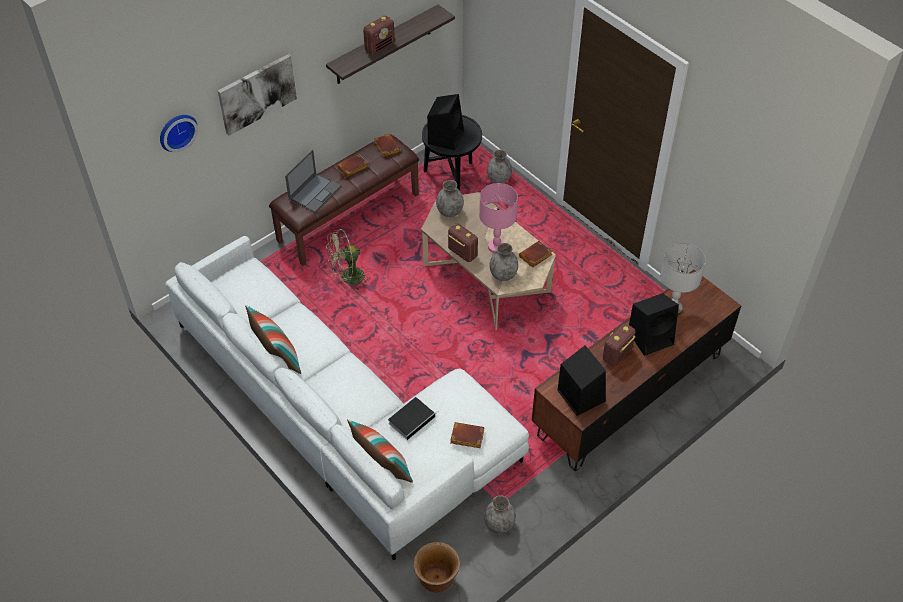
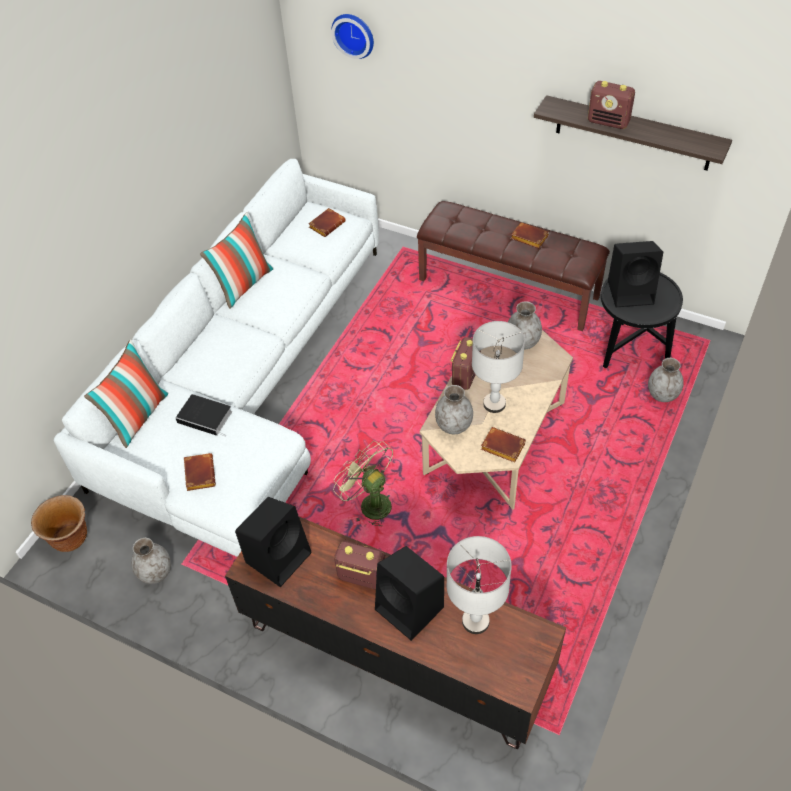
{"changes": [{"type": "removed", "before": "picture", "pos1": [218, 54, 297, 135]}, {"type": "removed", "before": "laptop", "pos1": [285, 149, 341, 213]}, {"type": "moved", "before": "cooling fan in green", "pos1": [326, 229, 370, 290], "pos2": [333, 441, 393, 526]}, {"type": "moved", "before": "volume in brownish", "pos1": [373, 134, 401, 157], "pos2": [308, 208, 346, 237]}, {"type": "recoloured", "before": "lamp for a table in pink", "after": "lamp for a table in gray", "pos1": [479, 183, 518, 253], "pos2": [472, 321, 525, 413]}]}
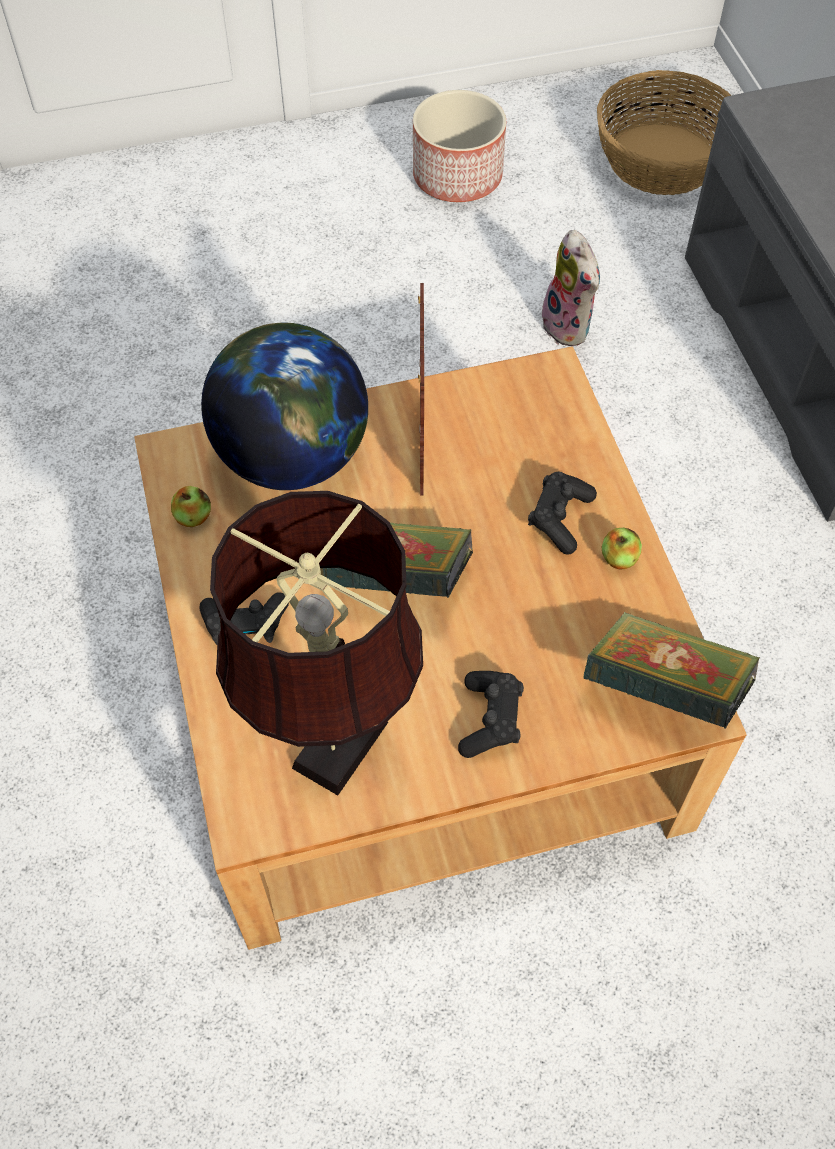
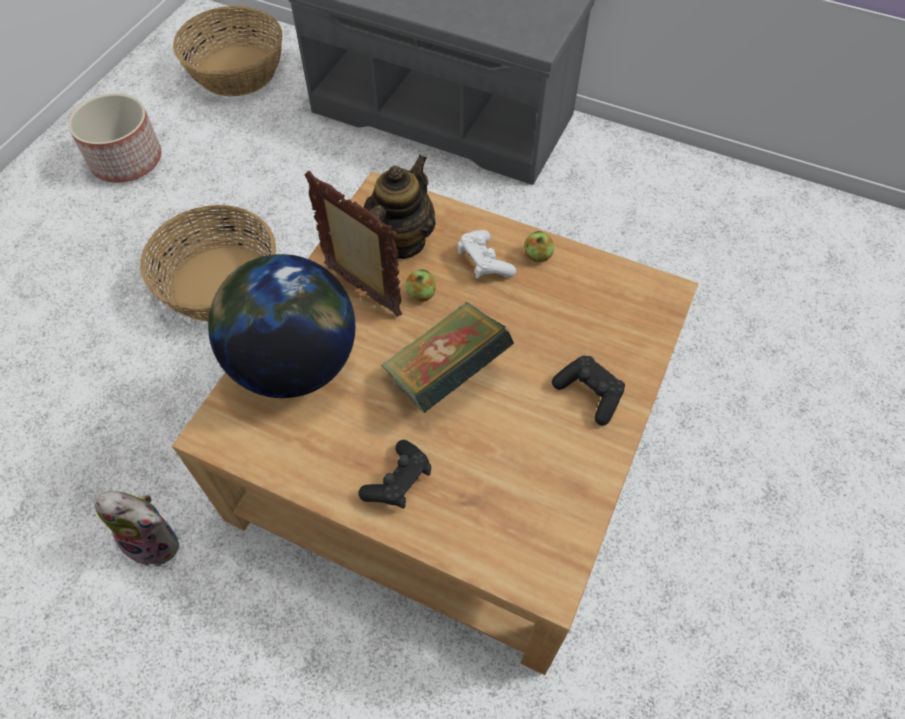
{"changes": [{"type": "moved", "before": "whole apple", "pos1": [171, 486, 211, 527], "pos2": [406, 269, 436, 301]}, {"type": "removed", "before": "lamp for a table in brownish", "pos1": [210, 491, 423, 795]}, {"type": "recoloured", "before": "gamepad in blackish", "after": "gamepad in white", "pos1": [528, 472, 597, 555], "pos2": [458, 230, 516, 278]}, {"type": "moved", "before": "cuddly toy", "pos1": [538, 230, 600, 346], "pos2": [94, 491, 179, 567]}, {"type": "removed", "before": "volume", "pos1": [584, 612, 760, 729]}, {"type": "added", "after": "household basket", "pos2": [140, 205, 276, 322]}, {"type": "added", "after": "tea pot", "pos2": [364, 155, 436, 259]}]}
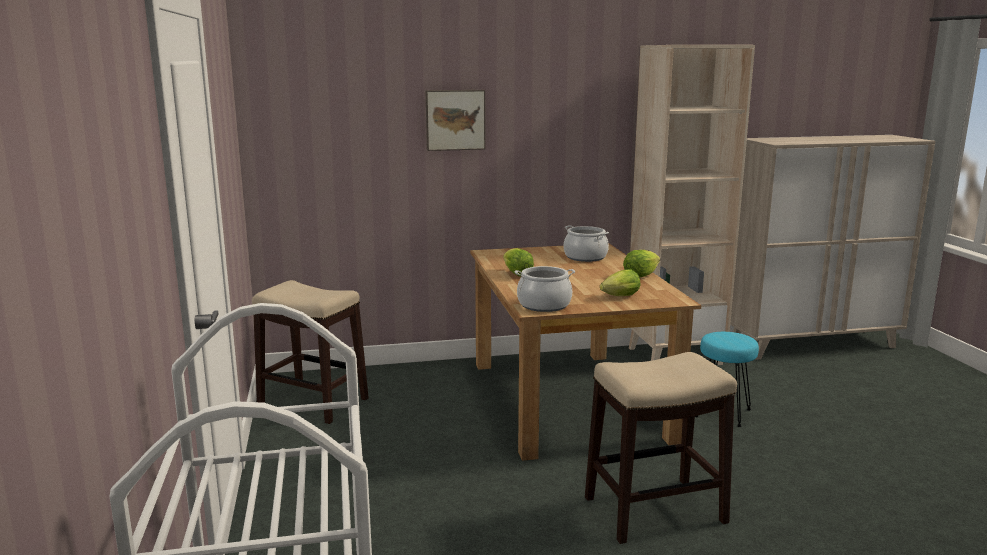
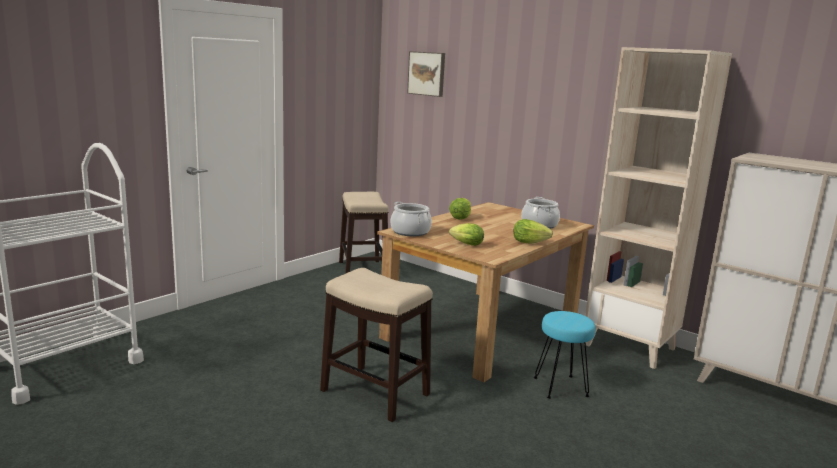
{"changes": [{"type": "moved", "before": "picture", "pos1": [425, 90, 486, 151], "pos2": [407, 51, 445, 97]}]}
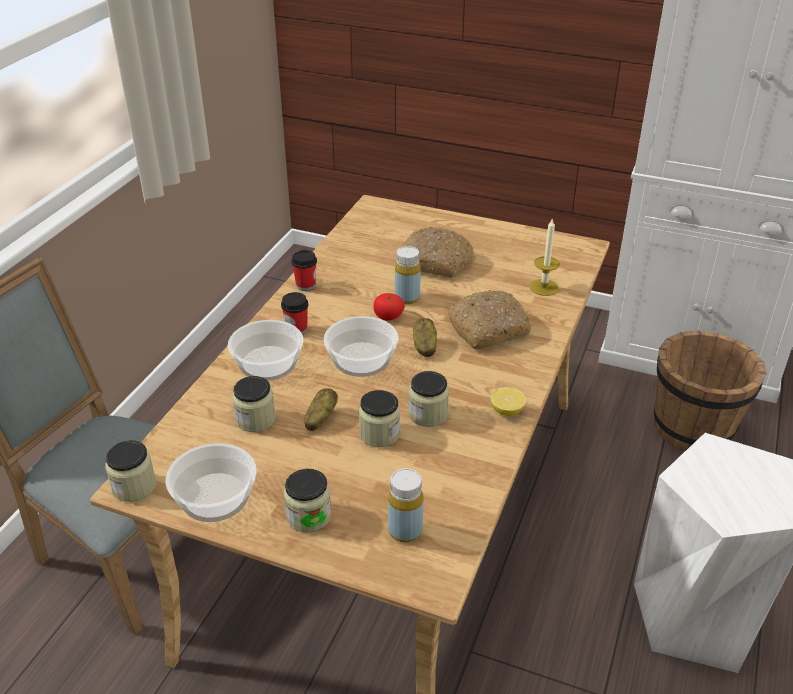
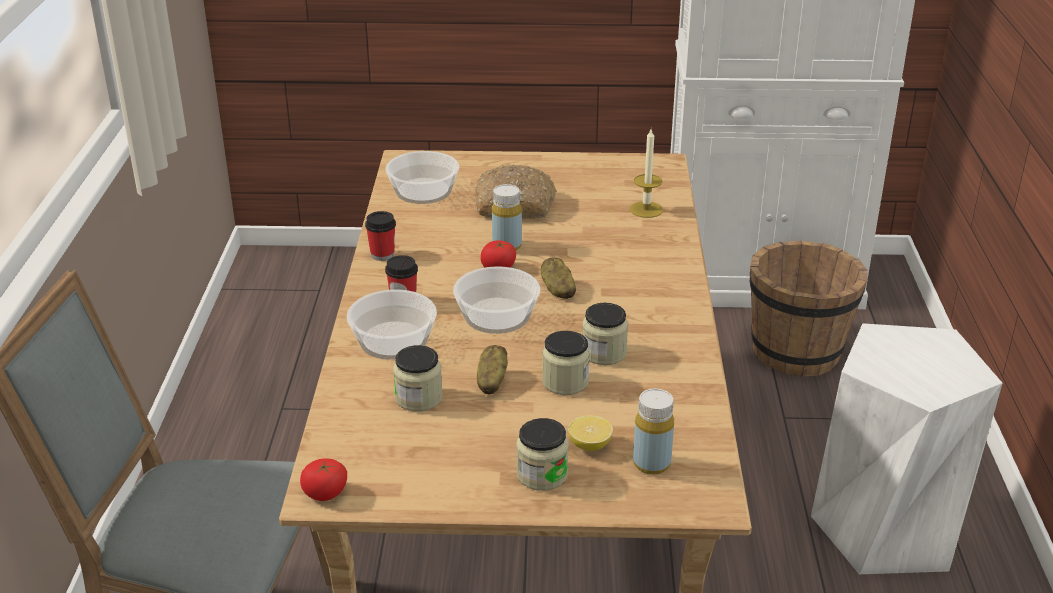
{"changes": [{"type": "replaced", "before": "storage jar", "after": "whole tomato", "pos1": [106, 440, 156, 502], "pos2": [300, 458, 347, 501]}, {"type": "moved", "before": "serving bowl", "pos1": [166, 443, 257, 522], "pos2": [385, 151, 459, 204]}, {"type": "removed", "before": "bread", "pos1": [448, 290, 531, 349]}, {"type": "moved", "before": "lemon", "pos1": [490, 387, 526, 416], "pos2": [568, 415, 613, 451]}]}
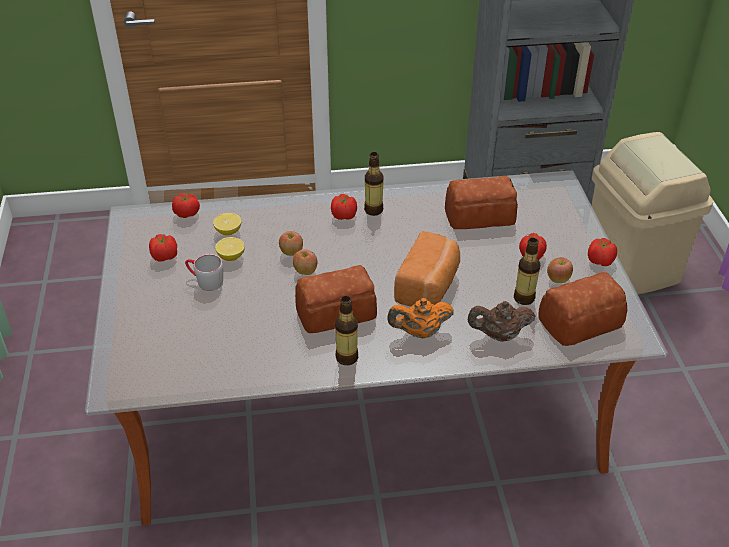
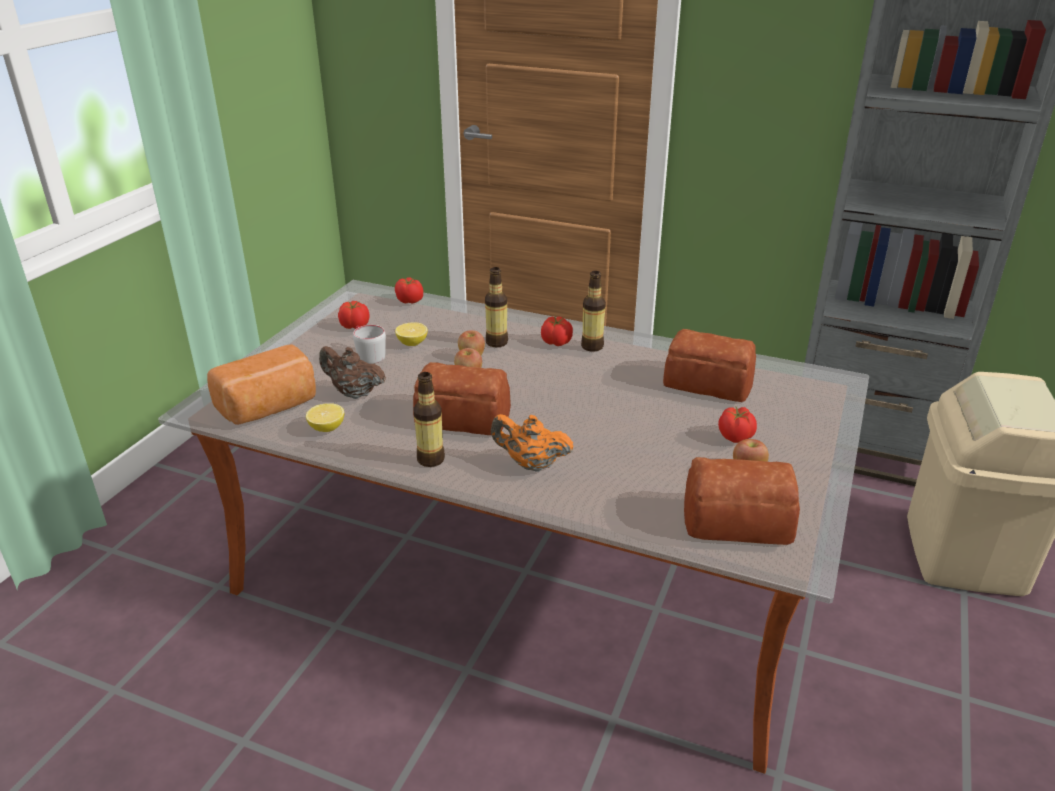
{"changes": [{"type": "moved", "before": "lemon", "pos1": [213, 213, 241, 235], "pos2": [306, 403, 344, 432]}, {"type": "moved", "before": "bread", "pos1": [394, 231, 460, 306], "pos2": [207, 344, 316, 425]}, {"type": "moved", "before": "tea pot in brownish", "pos1": [468, 301, 535, 342], "pos2": [319, 346, 386, 399]}, {"type": "moved", "before": "bottle", "pos1": [514, 238, 540, 305], "pos2": [485, 267, 508, 347]}, {"type": "removed", "before": "whole tomato", "pos1": [588, 238, 617, 266]}]}
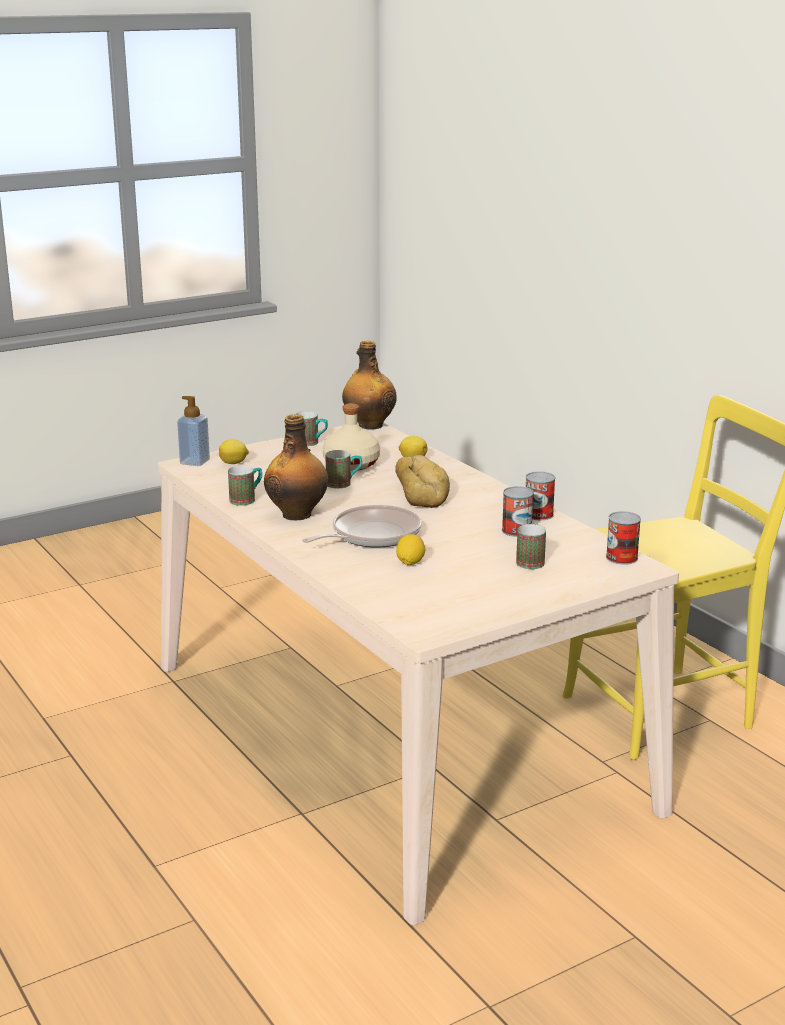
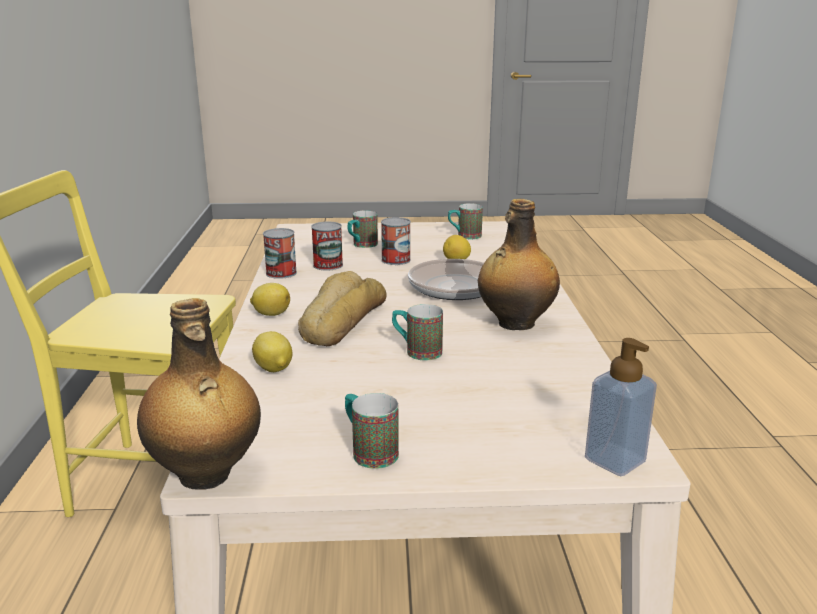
{"changes": [{"type": "moved", "before": "lemon", "pos1": [219, 439, 249, 464], "pos2": [250, 283, 290, 316]}, {"type": "moved", "before": "coffee mug", "pos1": [228, 466, 262, 506], "pos2": [448, 203, 483, 239]}, {"type": "removed", "before": "bottle in beige", "pos1": [323, 403, 380, 471]}, {"type": "moved", "before": "metal can", "pos1": [606, 511, 641, 565], "pos2": [381, 217, 411, 265]}]}
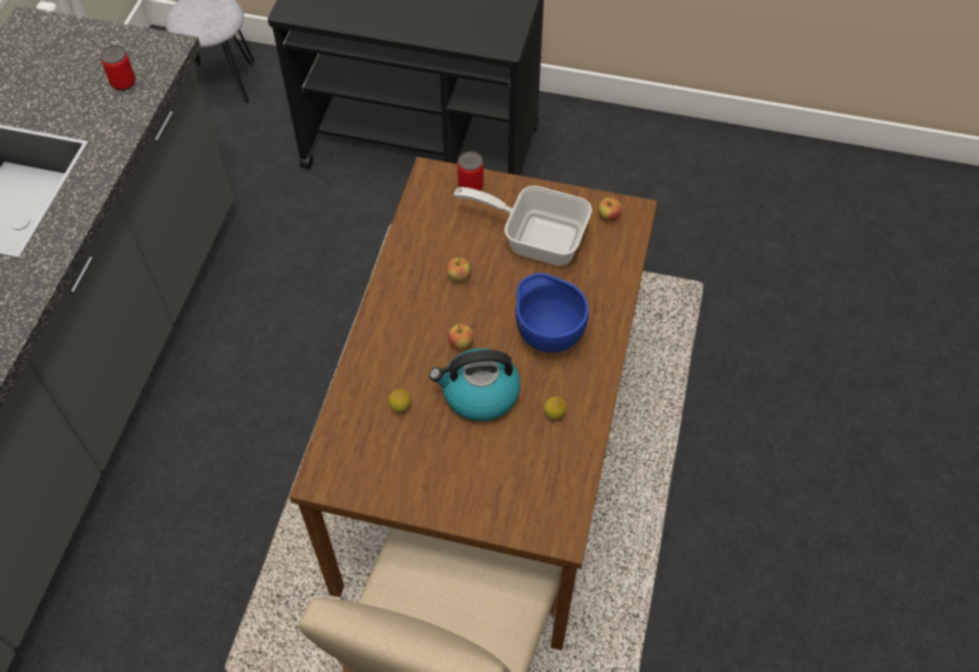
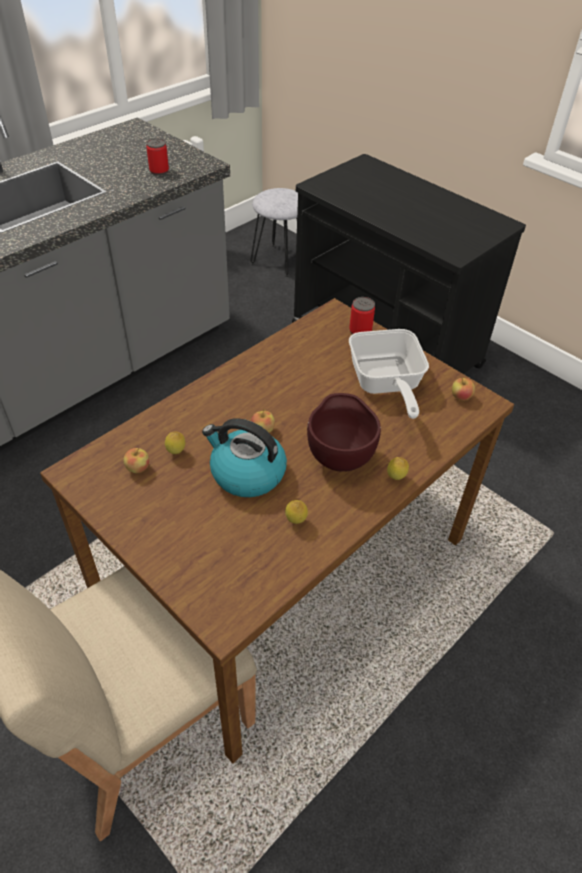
{"changes": [{"type": "moved", "before": "whole apple", "pos1": [446, 258, 470, 282], "pos2": [123, 448, 149, 473]}, {"type": "turned", "before": "skillet", "pos1": [454, 186, 592, 266], "pos2": [349, 329, 429, 419], "turn": -150}, {"type": "recoloured", "before": "serving bowl in bluish", "after": "serving bowl in brownish", "pos1": [516, 273, 589, 353], "pos2": [307, 393, 381, 472]}, {"type": "added", "after": "lemon", "pos2": [387, 457, 409, 480]}]}
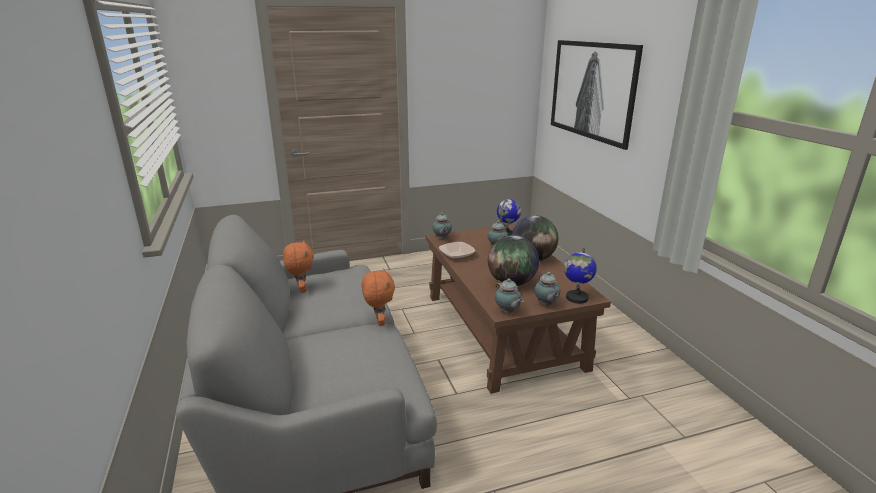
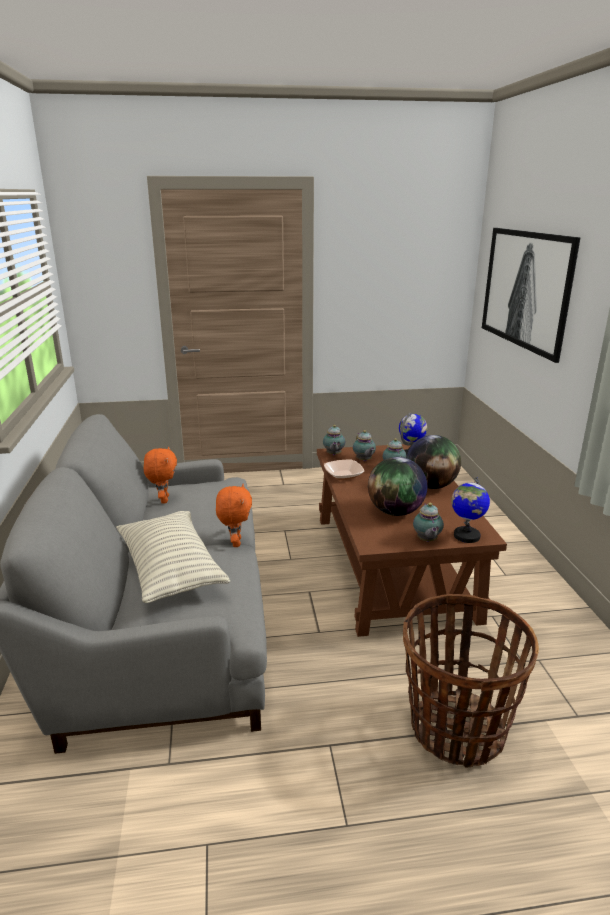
{"changes": [{"type": "moved", "before": "tea pot", "pos1": [495, 278, 524, 313], "pos2": [353, 430, 376, 461]}, {"type": "added", "after": "throw pillow", "pos2": [116, 511, 230, 603]}, {"type": "added", "after": "household basket", "pos2": [403, 594, 539, 768]}]}
